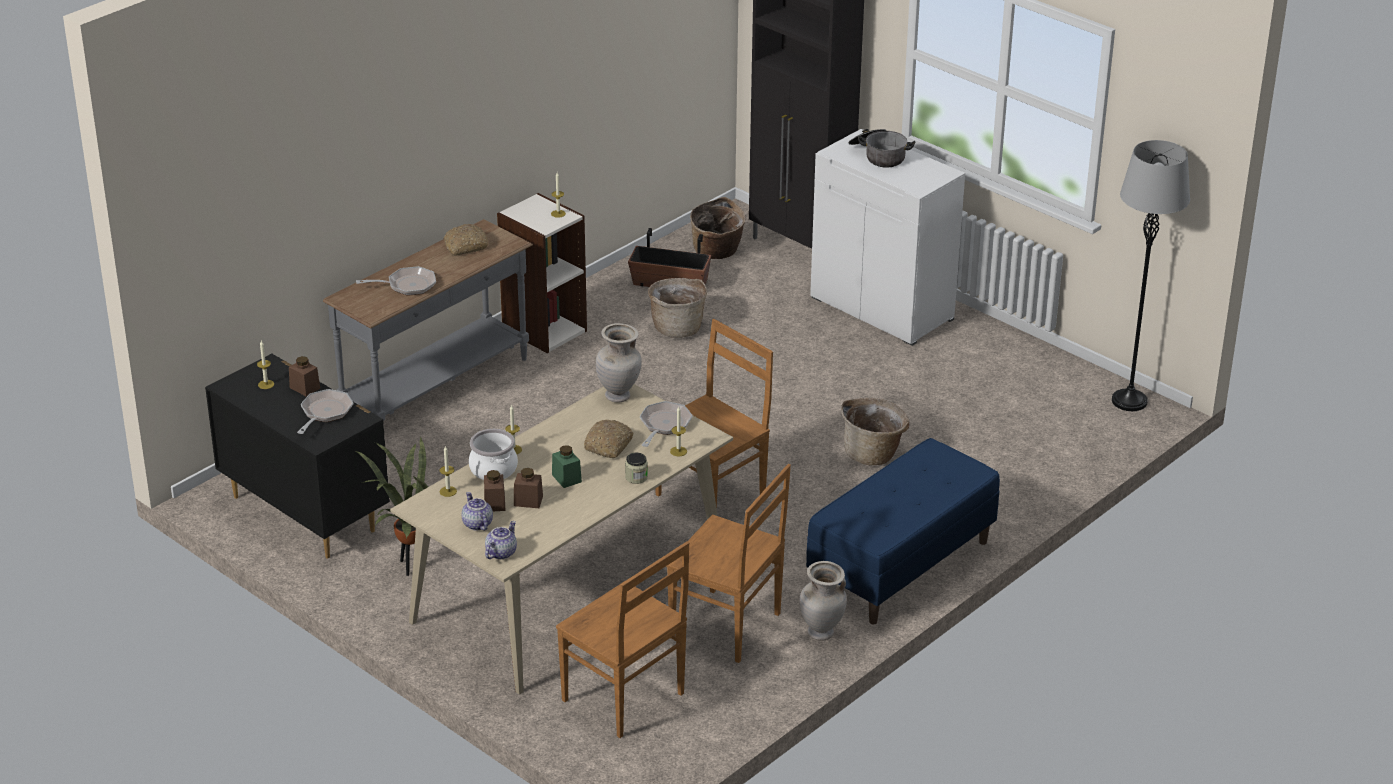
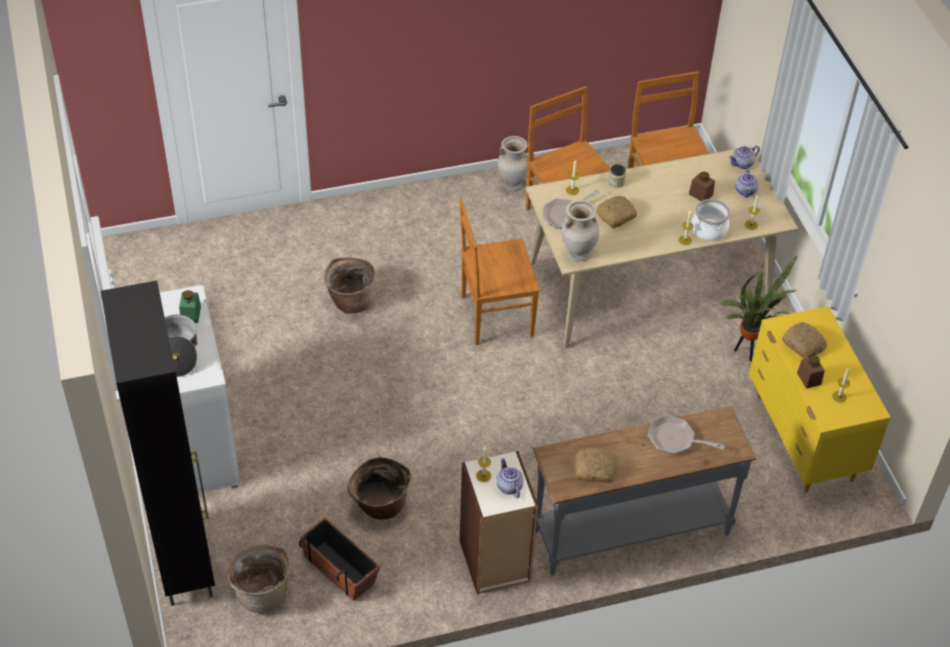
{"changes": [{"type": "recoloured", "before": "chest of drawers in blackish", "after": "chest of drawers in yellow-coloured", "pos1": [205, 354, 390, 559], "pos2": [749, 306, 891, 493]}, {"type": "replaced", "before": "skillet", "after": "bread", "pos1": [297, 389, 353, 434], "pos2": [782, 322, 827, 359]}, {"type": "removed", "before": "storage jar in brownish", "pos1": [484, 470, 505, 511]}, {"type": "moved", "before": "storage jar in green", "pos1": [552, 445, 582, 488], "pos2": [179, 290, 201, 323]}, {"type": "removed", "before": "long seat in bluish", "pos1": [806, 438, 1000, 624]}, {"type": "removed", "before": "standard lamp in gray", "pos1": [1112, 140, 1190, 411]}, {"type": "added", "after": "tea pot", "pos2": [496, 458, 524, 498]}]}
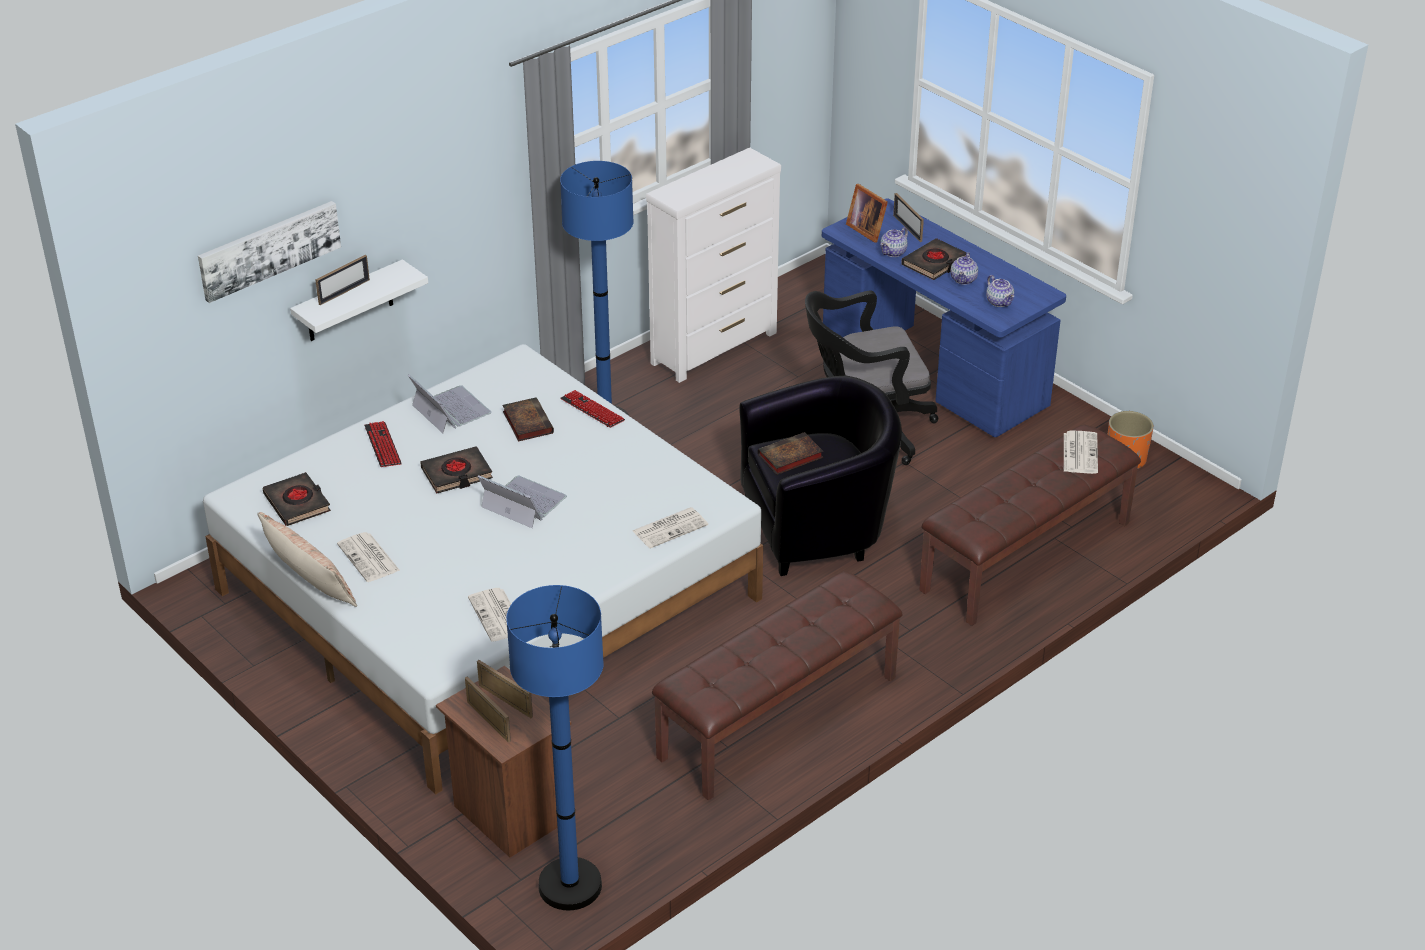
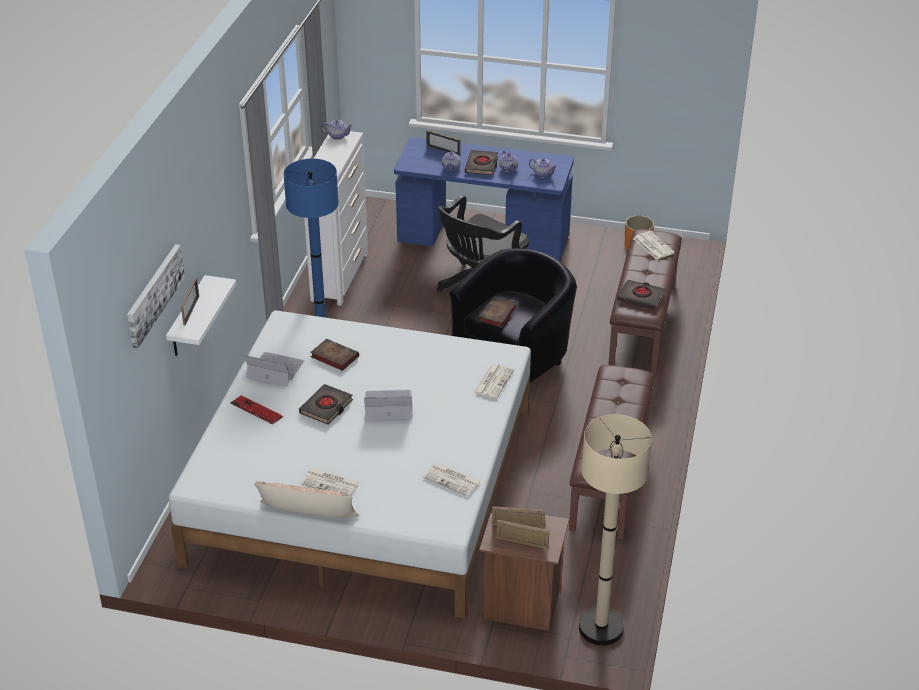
{"changes": [{"type": "moved", "before": "volume in blackish", "pos1": [263, 472, 331, 526], "pos2": [617, 280, 665, 310]}, {"type": "recoloured", "before": "standard lamp in bluish", "after": "standard lamp in beige", "pos1": [506, 585, 604, 910], "pos2": [579, 414, 652, 645]}, {"type": "removed", "before": "keyboard", "pos1": [560, 390, 625, 428]}, {"type": "removed", "before": "standing frame", "pos1": [846, 184, 888, 243]}, {"type": "added", "after": "tea pot", "pos2": [322, 120, 353, 140]}]}
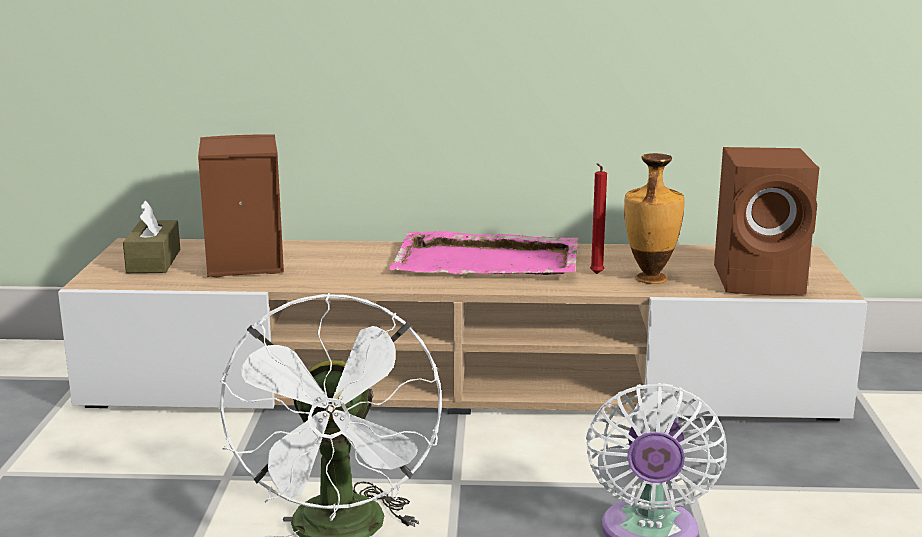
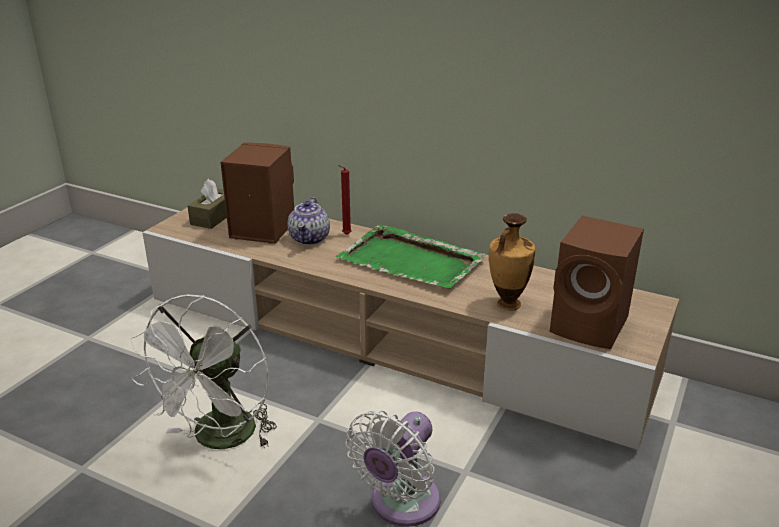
{"changes": [{"type": "recoloured", "before": "serving tray in pink", "after": "serving tray in green", "pos1": [388, 231, 579, 275], "pos2": [336, 224, 487, 289]}, {"type": "moved", "before": "candle in red-coloured", "pos1": [590, 163, 607, 274], "pos2": [338, 165, 351, 234]}, {"type": "added", "after": "tea pot", "pos2": [288, 197, 330, 245]}]}
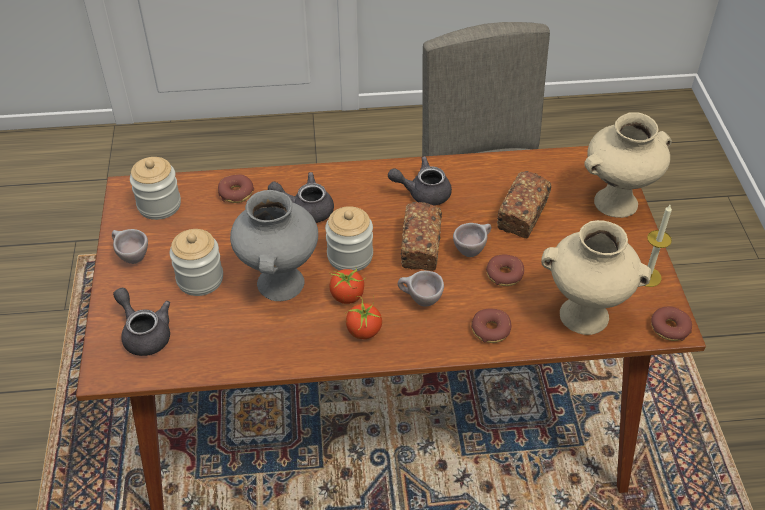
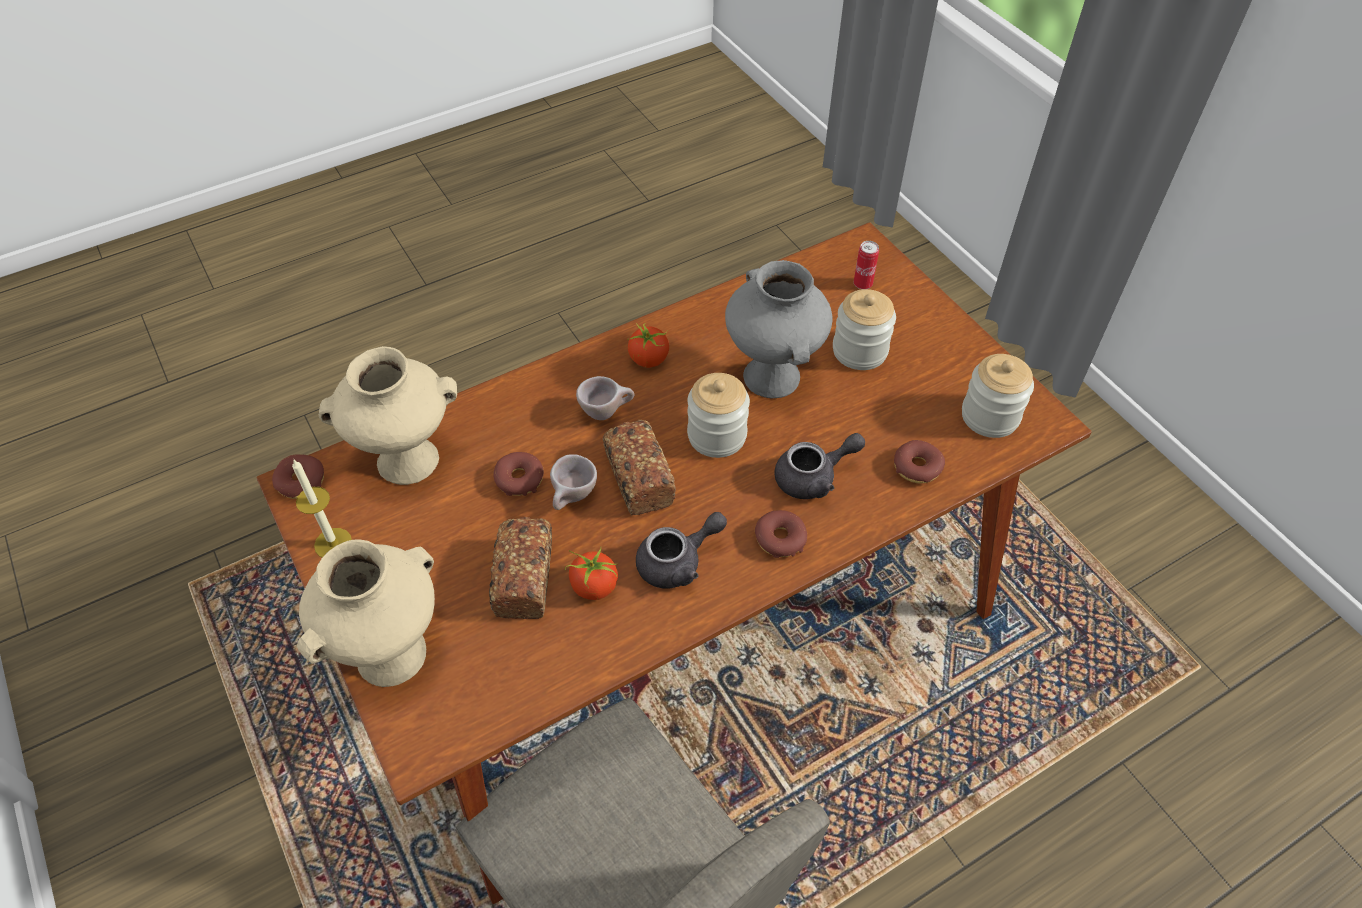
{"changes": [{"type": "removed", "before": "drinking cup in beige", "pos1": [112, 229, 148, 264]}, {"type": "replaced", "before": "tea pot in gray", "after": "metal can", "pos1": [113, 288, 170, 356], "pos2": [854, 241, 879, 289]}, {"type": "moved", "before": "whole tomato", "pos1": [330, 266, 366, 304], "pos2": [565, 548, 618, 600]}, {"type": "moved", "before": "ring doughnut", "pos1": [471, 308, 511, 343], "pos2": [755, 510, 807, 558]}]}
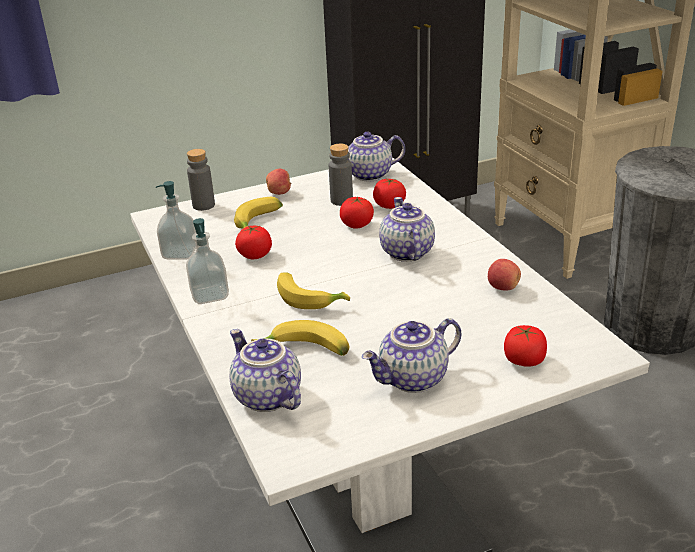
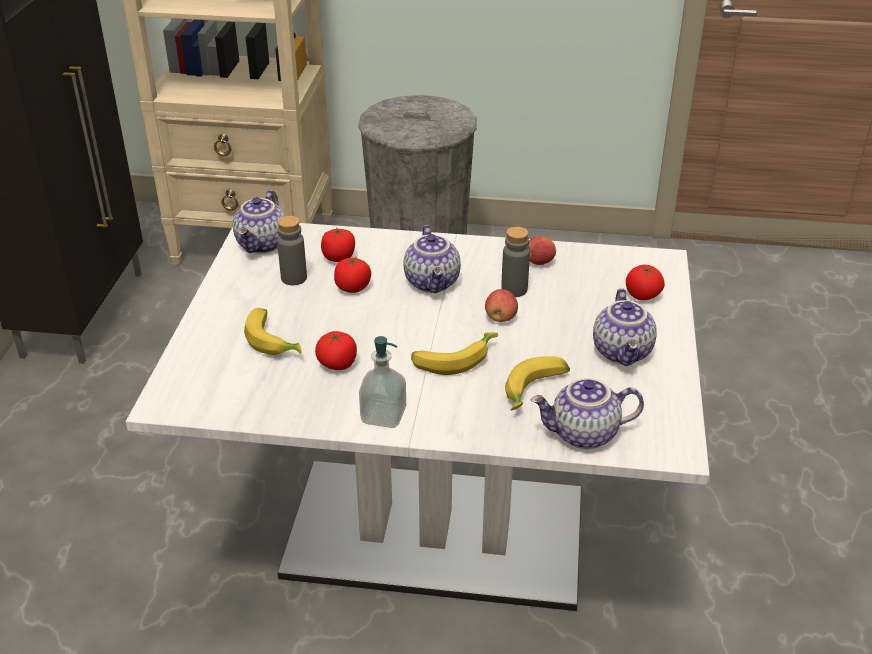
{"changes": [{"type": "removed", "before": "liquid soap bottle", "pos1": [156, 181, 196, 260]}, {"type": "moved", "before": "bottle in gray", "pos1": [187, 149, 215, 211], "pos2": [501, 227, 530, 297]}, {"type": "moved", "before": "whole apple", "pos1": [266, 169, 292, 195], "pos2": [485, 289, 518, 322]}, {"type": "turned", "before": "tea pot", "pos1": [379, 197, 435, 262], "pos2": [404, 225, 461, 293], "turn": -120}]}
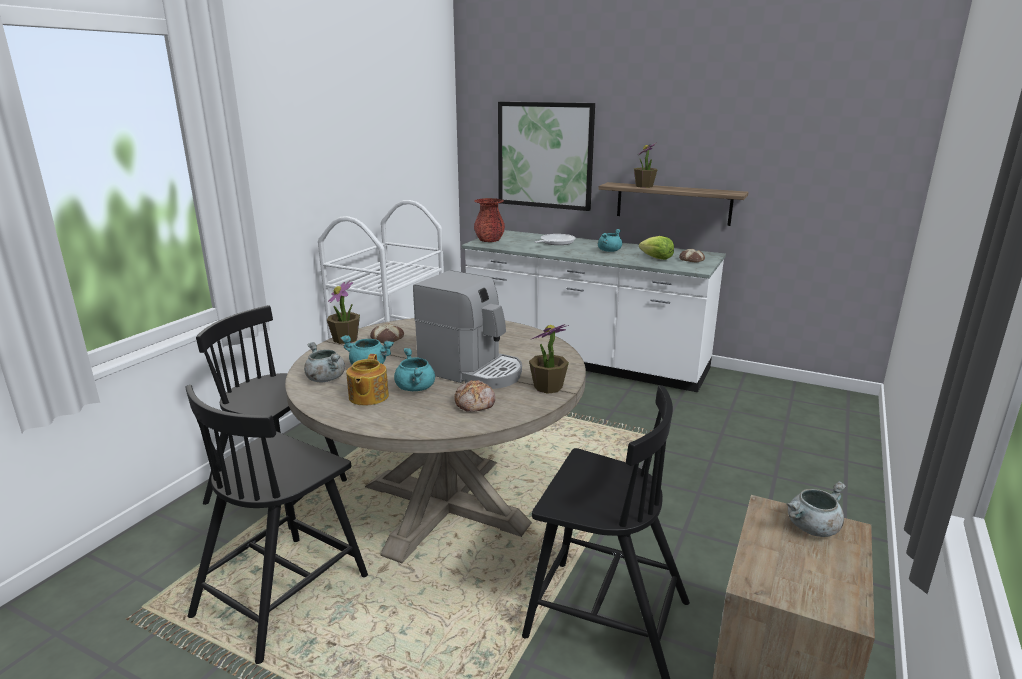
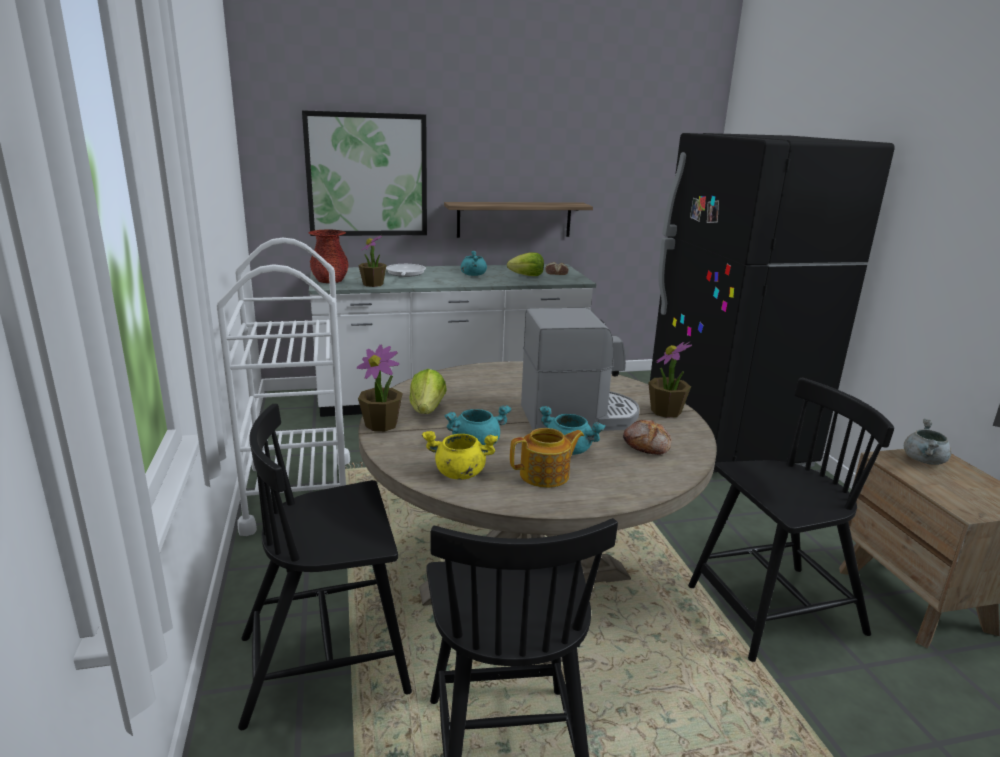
{"changes": [{"type": "recoloured", "before": "stockpot in gray", "after": "stockpot in yellow-coloured", "pos1": [304, 342, 345, 382], "pos2": [422, 431, 498, 480]}, {"type": "turned", "before": "tea pot", "pos1": [346, 354, 389, 405], "pos2": [510, 428, 584, 488], "turn": -75}, {"type": "replaced", "before": "bread", "after": "head of lettuce", "pos1": [370, 323, 404, 343], "pos2": [409, 369, 447, 414]}, {"type": "moved", "before": "plant in a pot", "pos1": [634, 143, 657, 188], "pos2": [358, 236, 386, 287]}, {"type": "added", "after": "kitchen fridge in blackish", "pos2": [650, 133, 895, 472]}]}
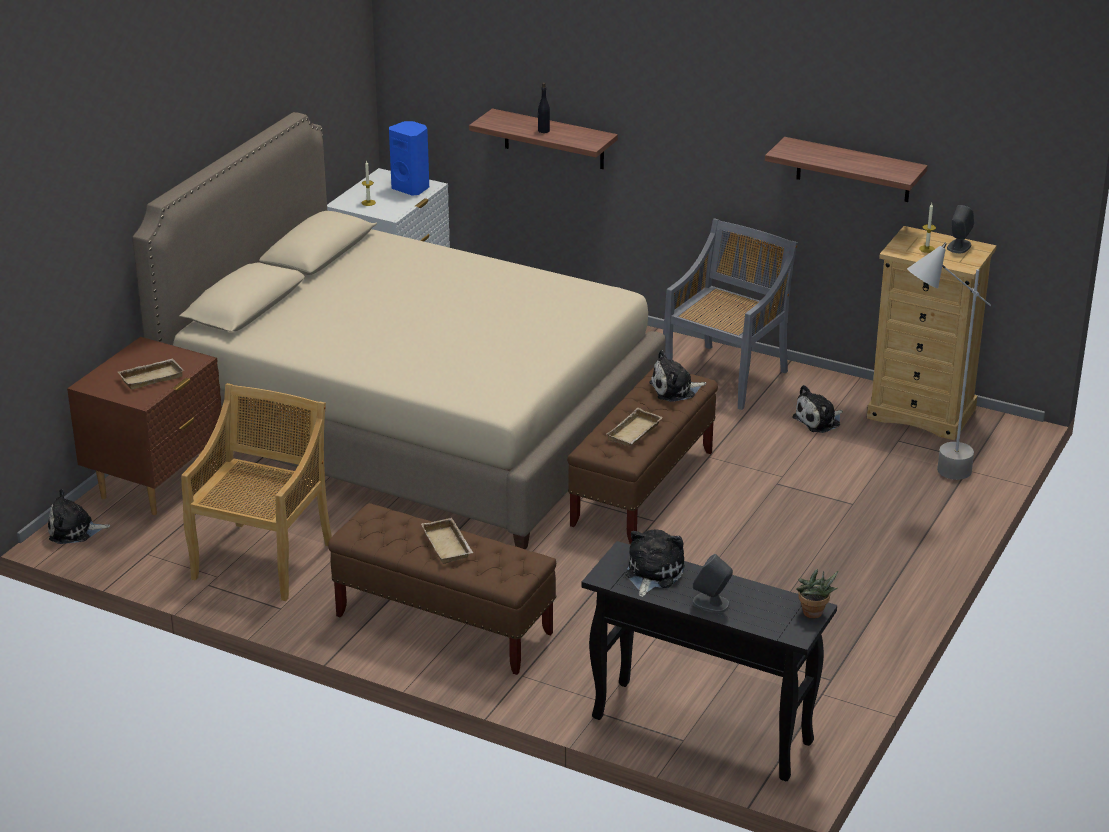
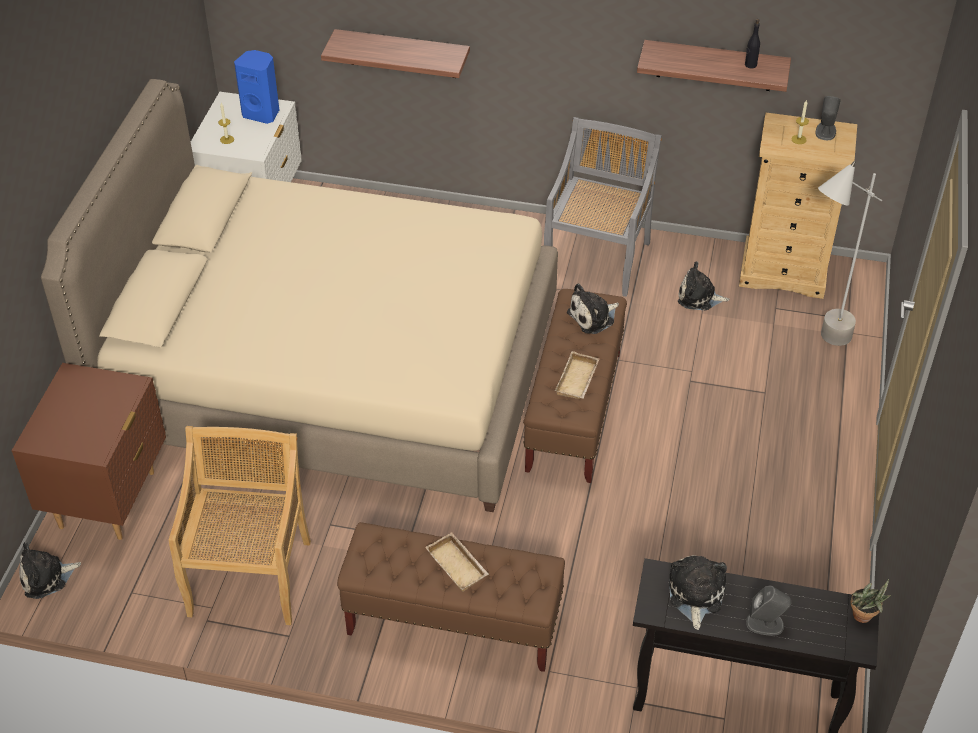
{"changes": [{"type": "removed", "before": "serving tray in beige", "pos1": [118, 359, 184, 389]}, {"type": "moved", "before": "bottle in blackish", "pos1": [538, 83, 550, 133], "pos2": [745, 19, 760, 69]}, {"type": "turned", "before": "cuddly toy", "pos1": [793, 385, 843, 433], "pos2": [678, 261, 730, 311], "turn": 60}]}
